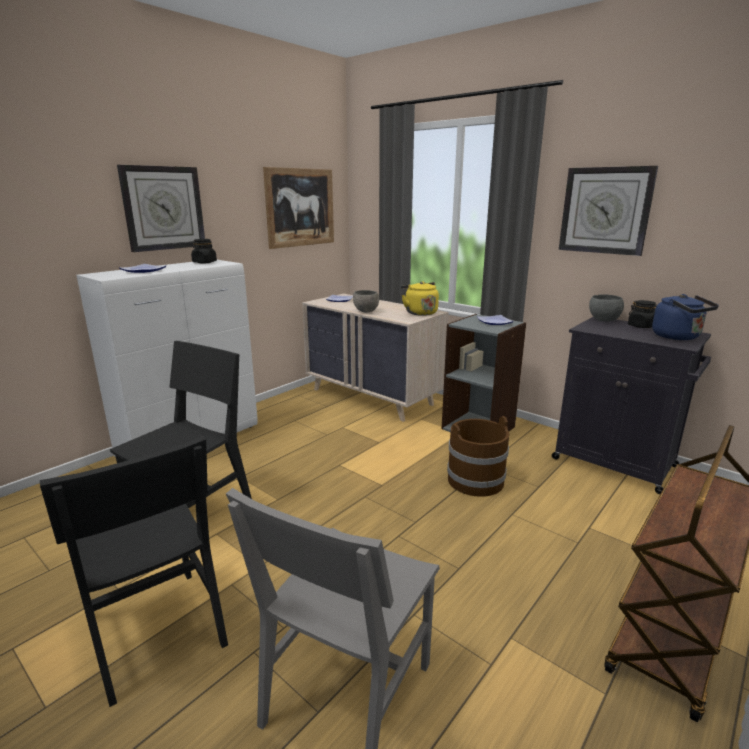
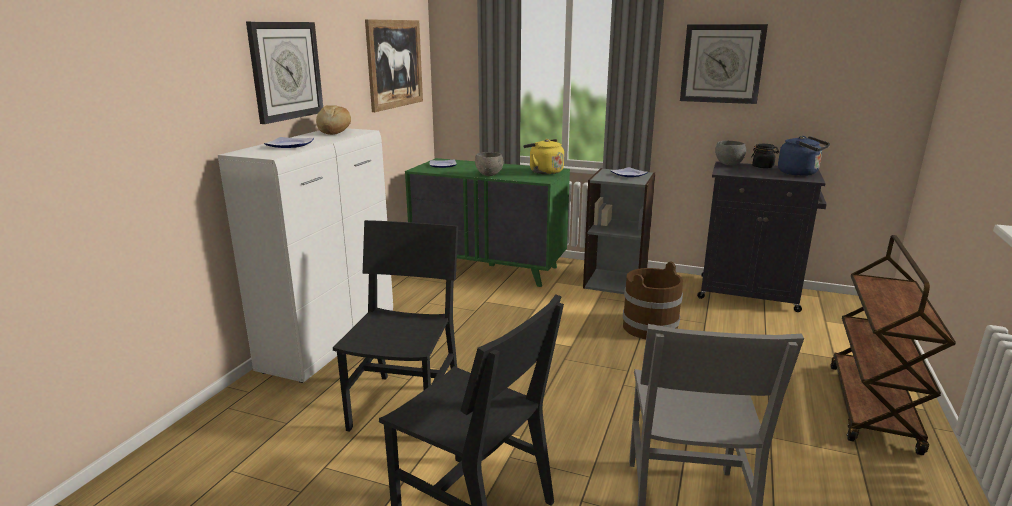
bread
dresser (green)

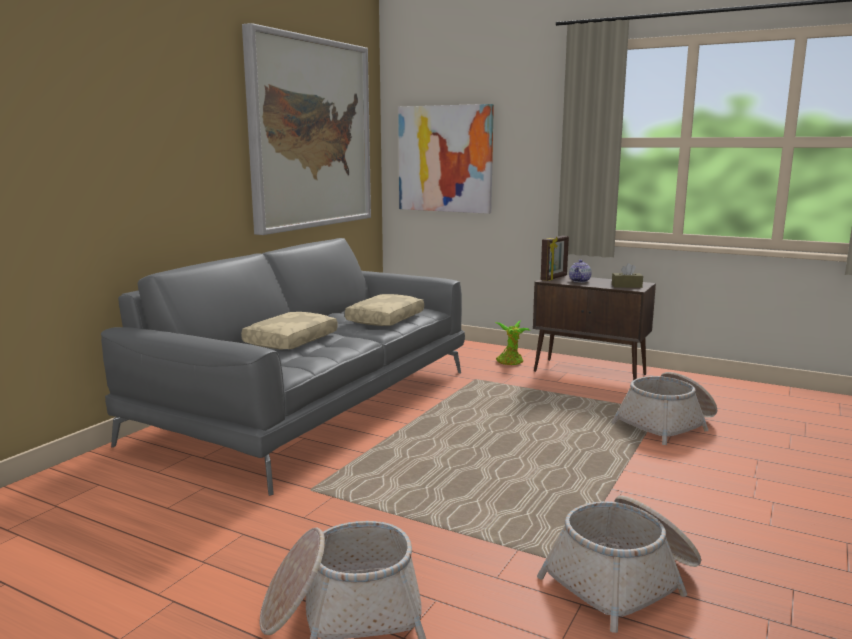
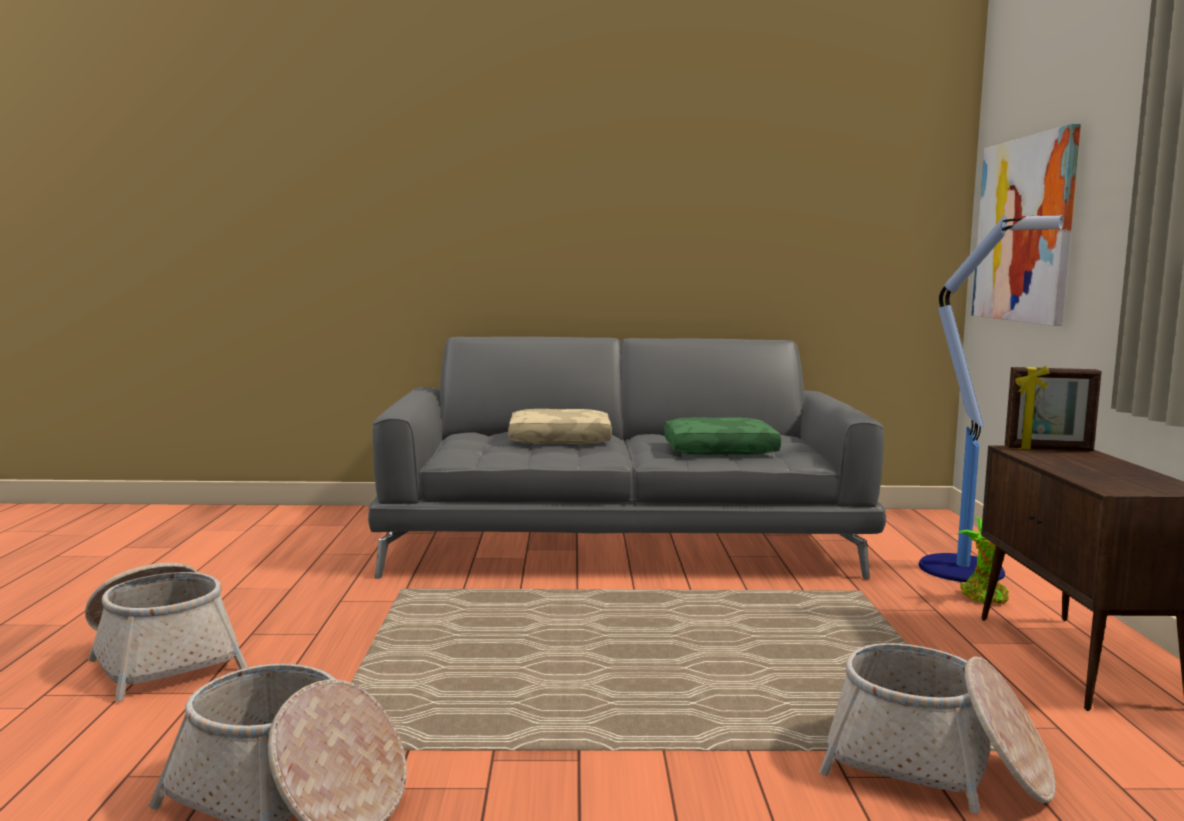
picture (no. 1 from left in the first image)
teapot
tissue box (brown)
floor lamp
pillow (green)

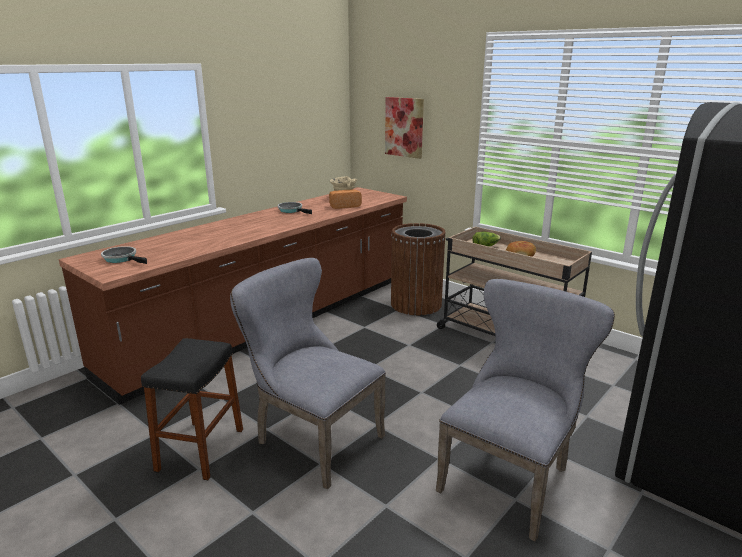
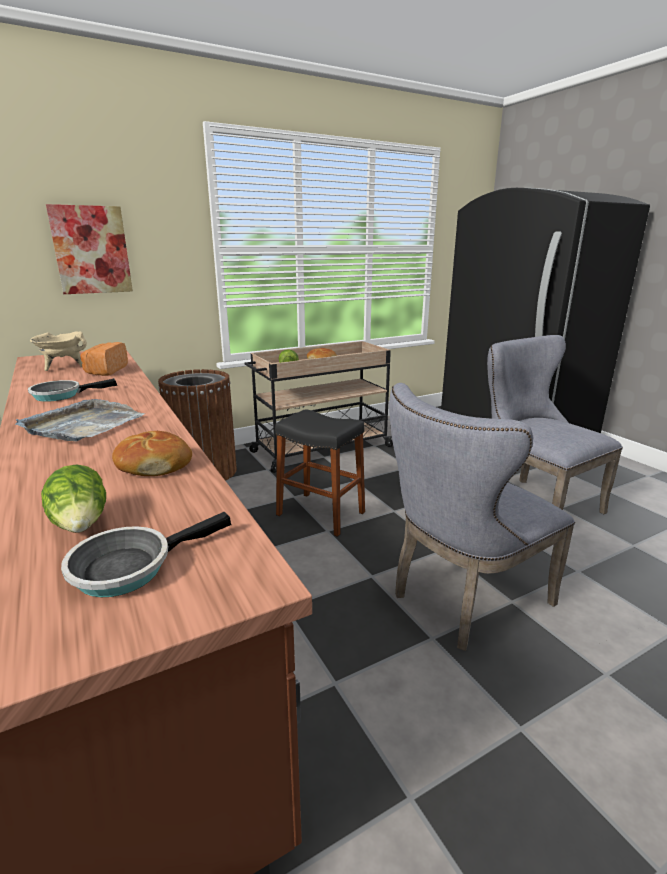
tray (grey)
lettuce (no. 1 from left)
bread (no. 2 from left)
stool (black)

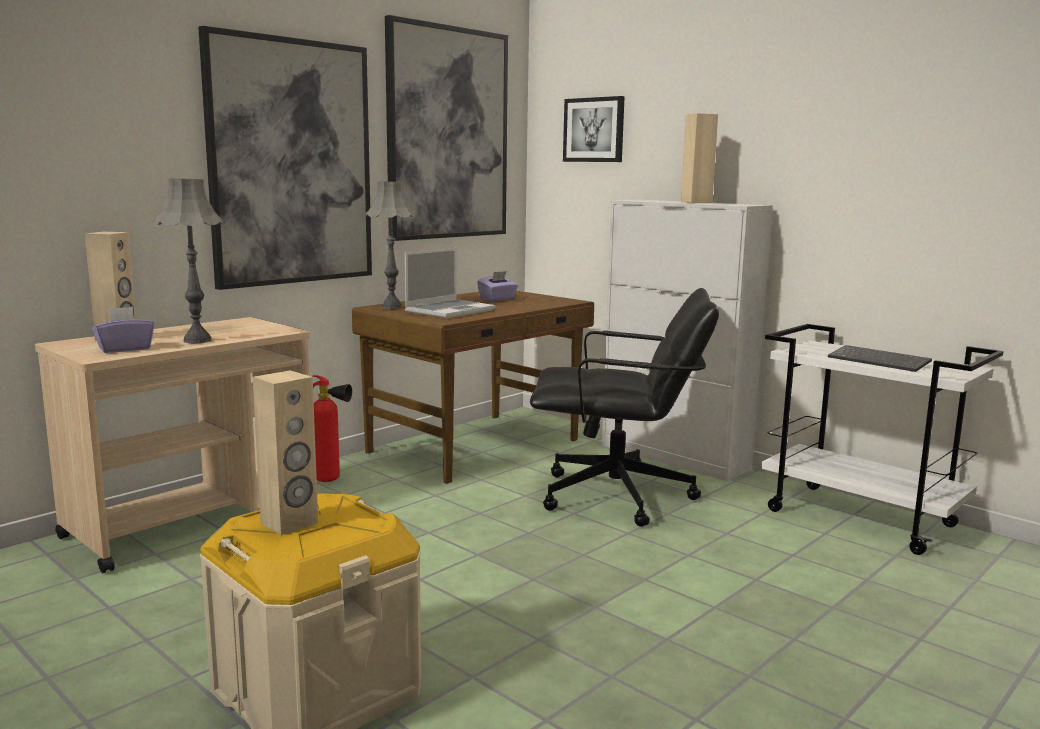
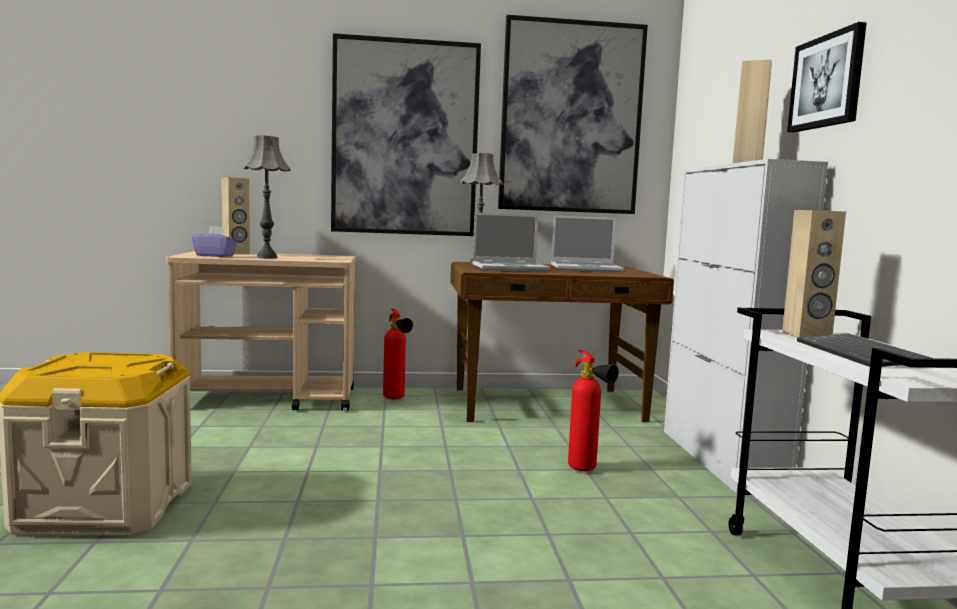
speaker (beige) (no. 3 from left)
picture (no. 3 from left)
laptop (no. 2 from left)
fire extinguisher (no. 2 from left)

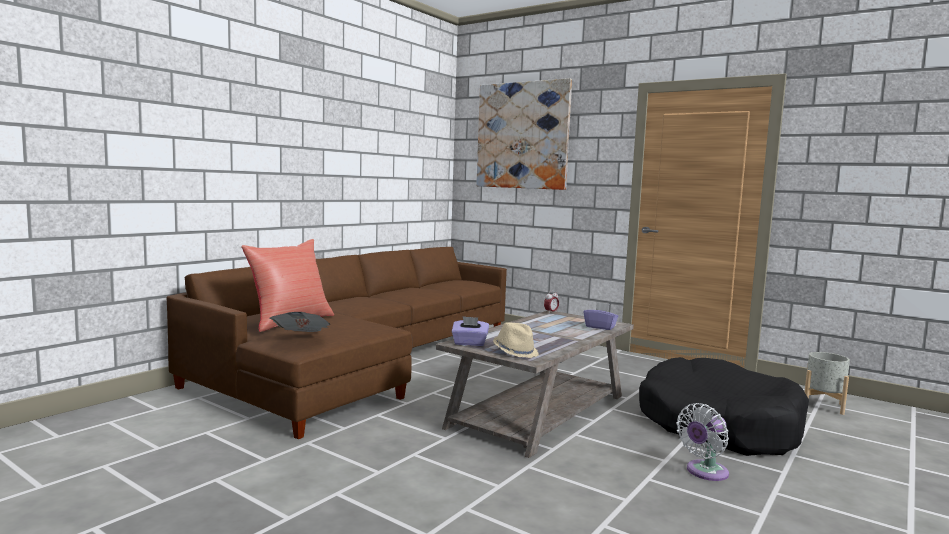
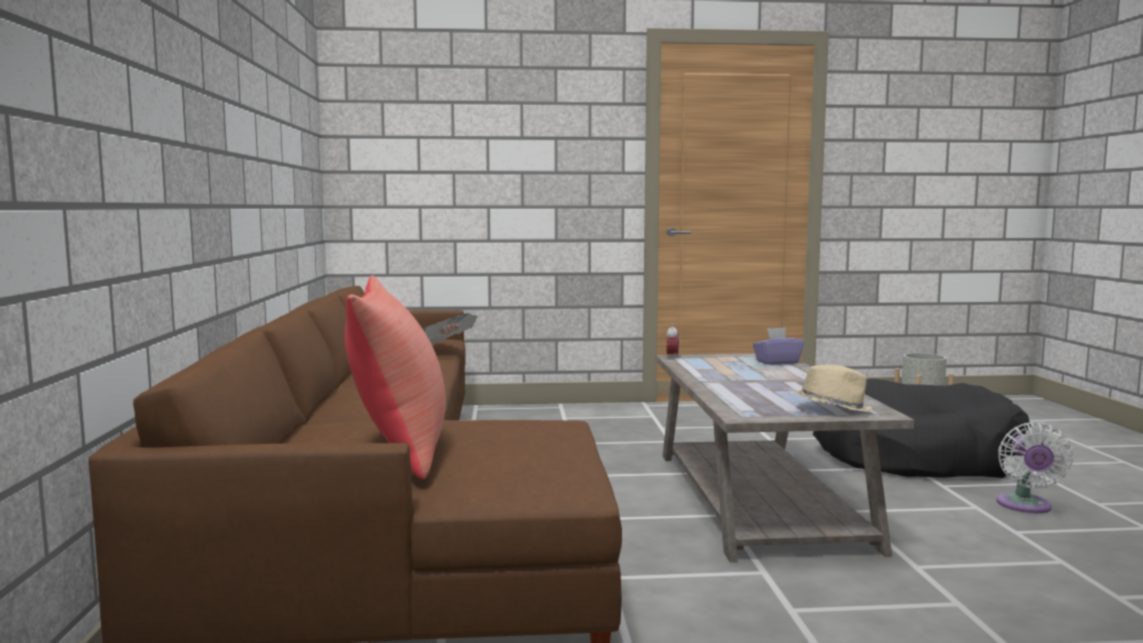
tissue box (purple) (no. 1 from left in the first image)
picture
newspaper

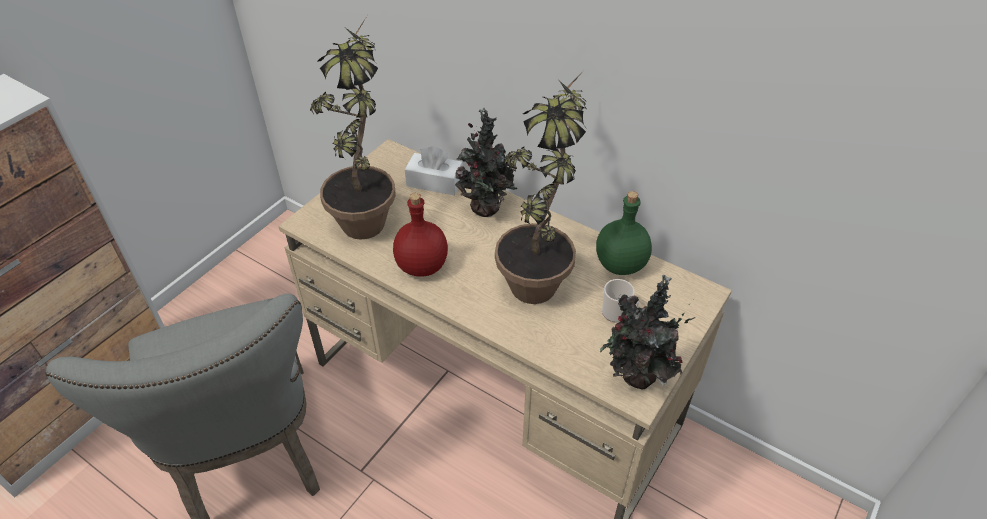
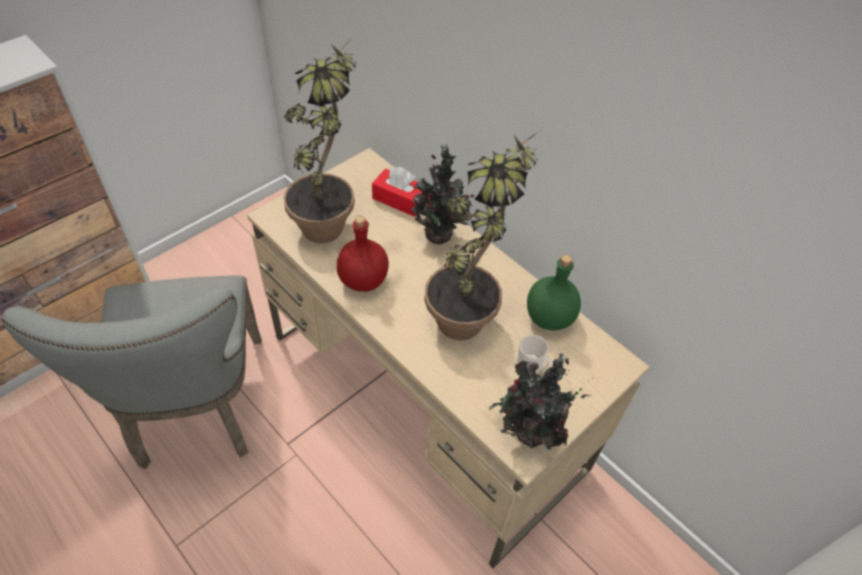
tissue box (red)

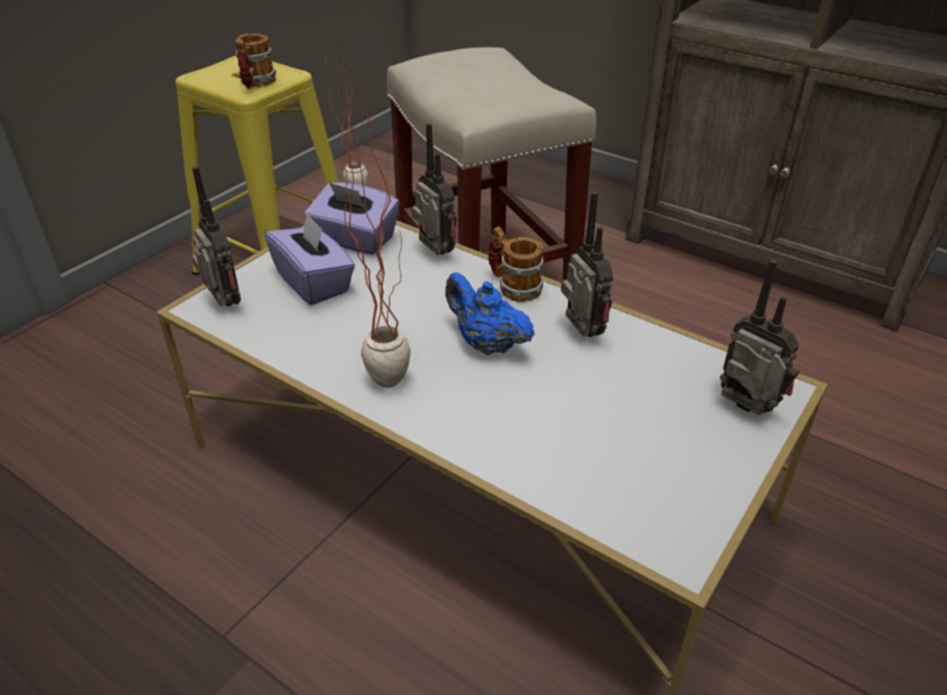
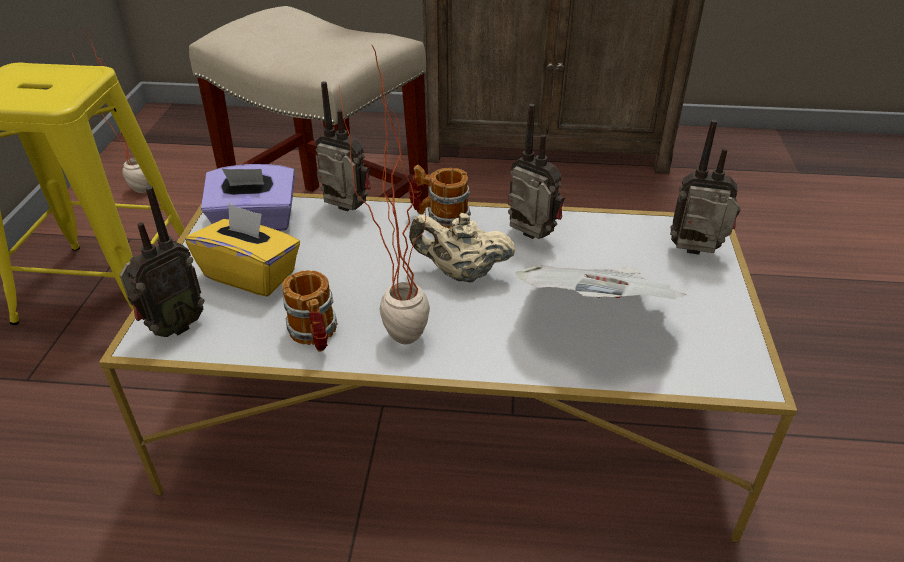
newspaper
mug (no. 1 from left)
tissue box (yellow)
teapot (beige)
radio (no. 1 from left)

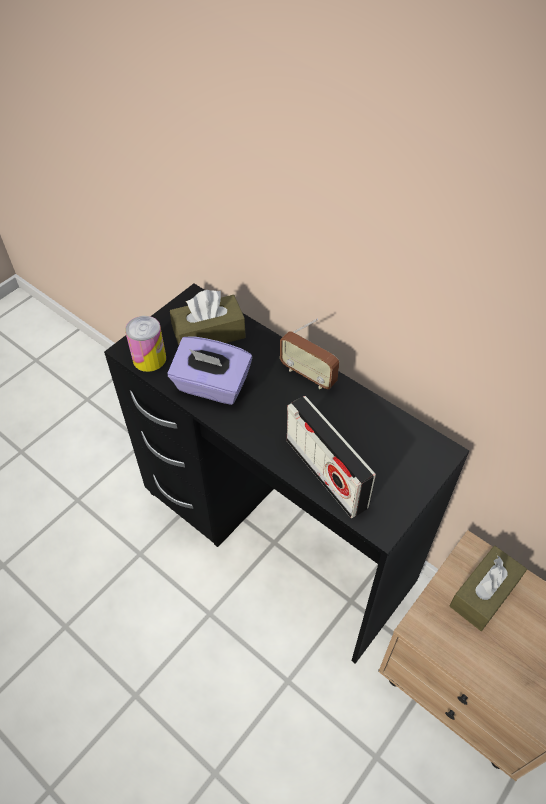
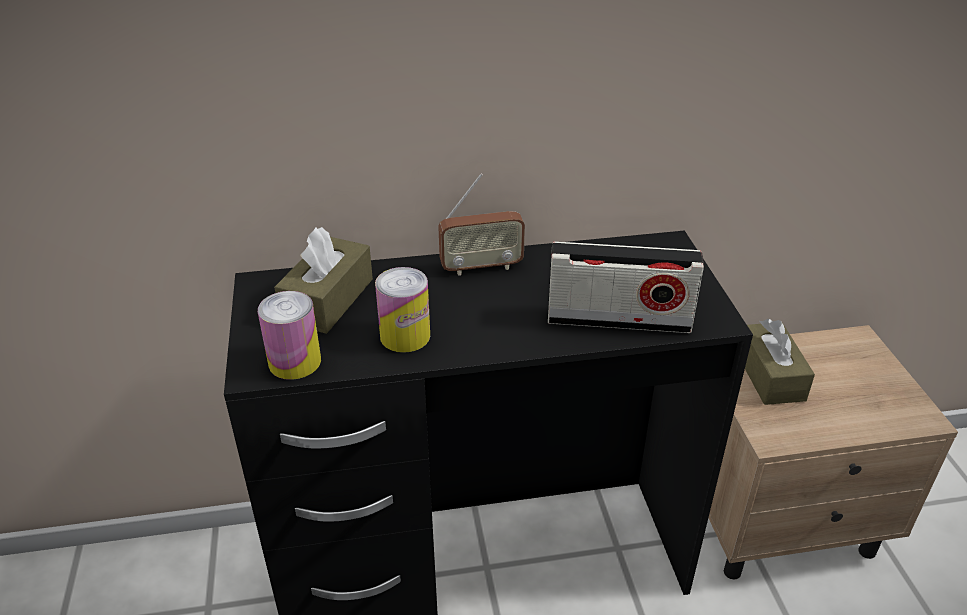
can (no. 2 from left)

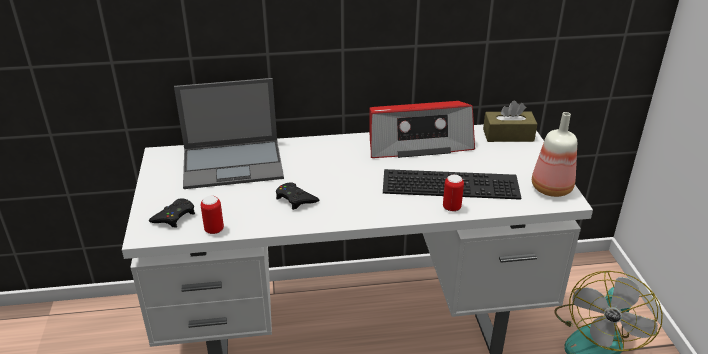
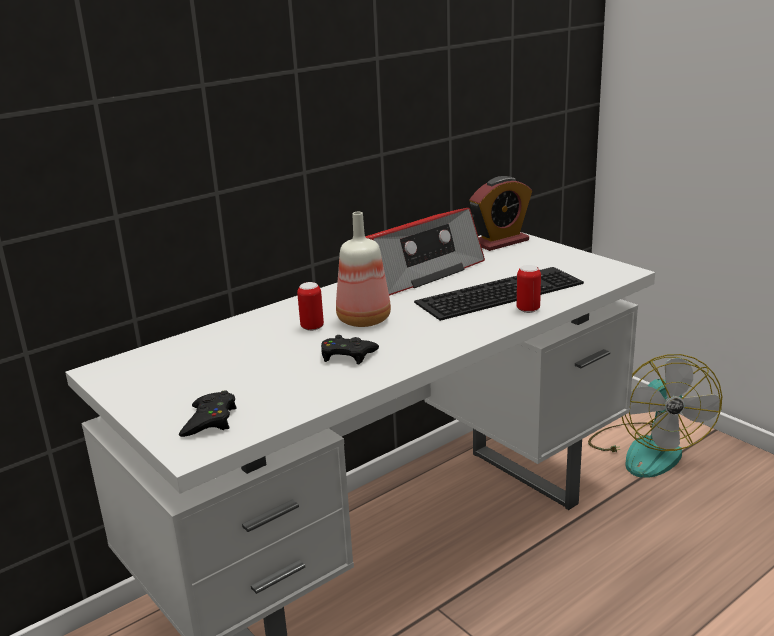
laptop
can (no. 1 from left)
bottle
alarm clock

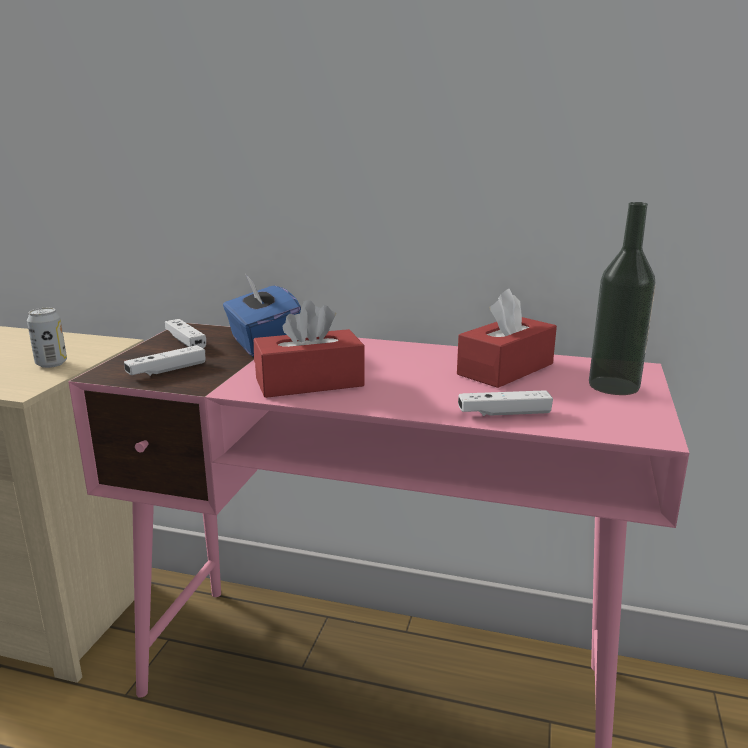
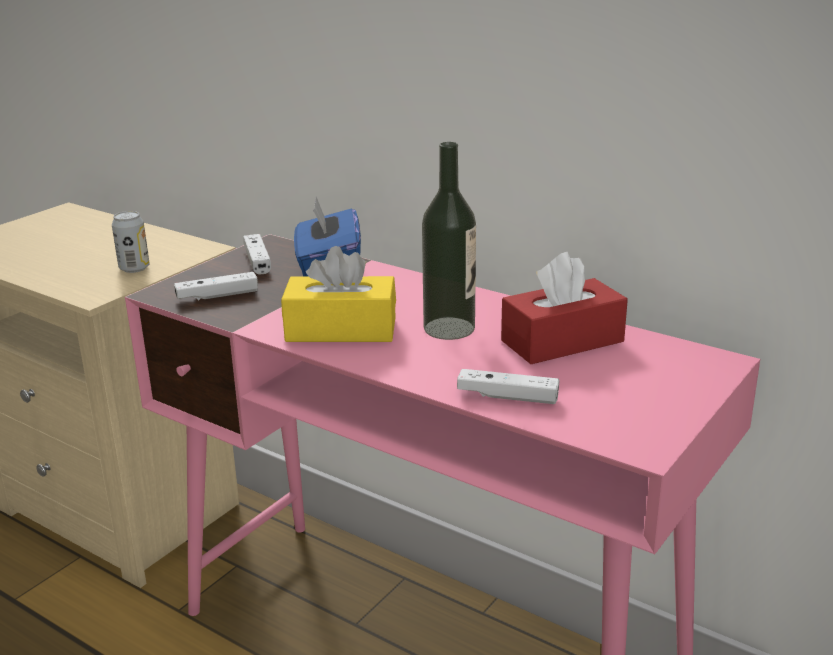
bottle
tissue box (yellow)

